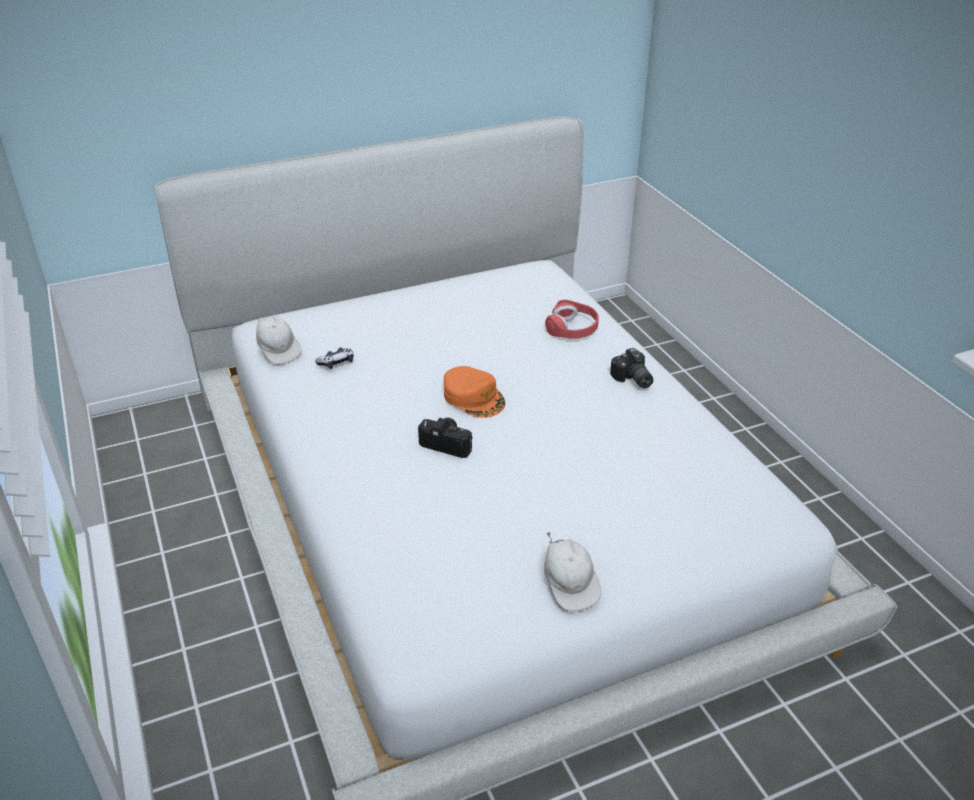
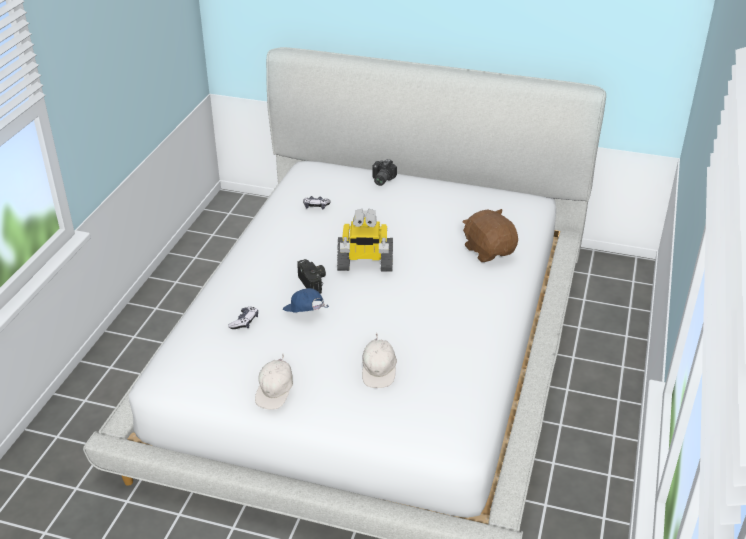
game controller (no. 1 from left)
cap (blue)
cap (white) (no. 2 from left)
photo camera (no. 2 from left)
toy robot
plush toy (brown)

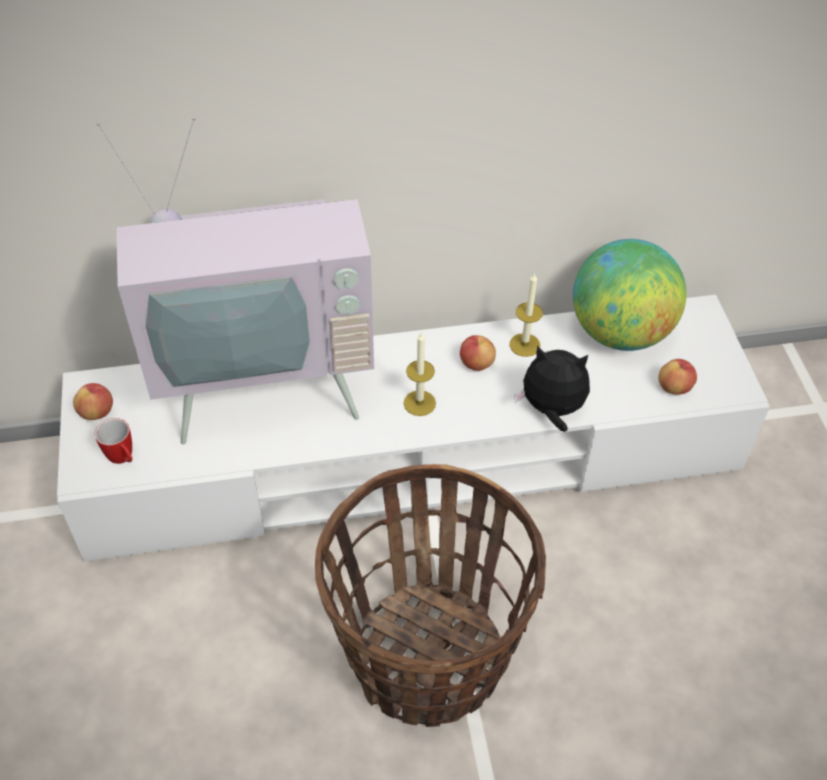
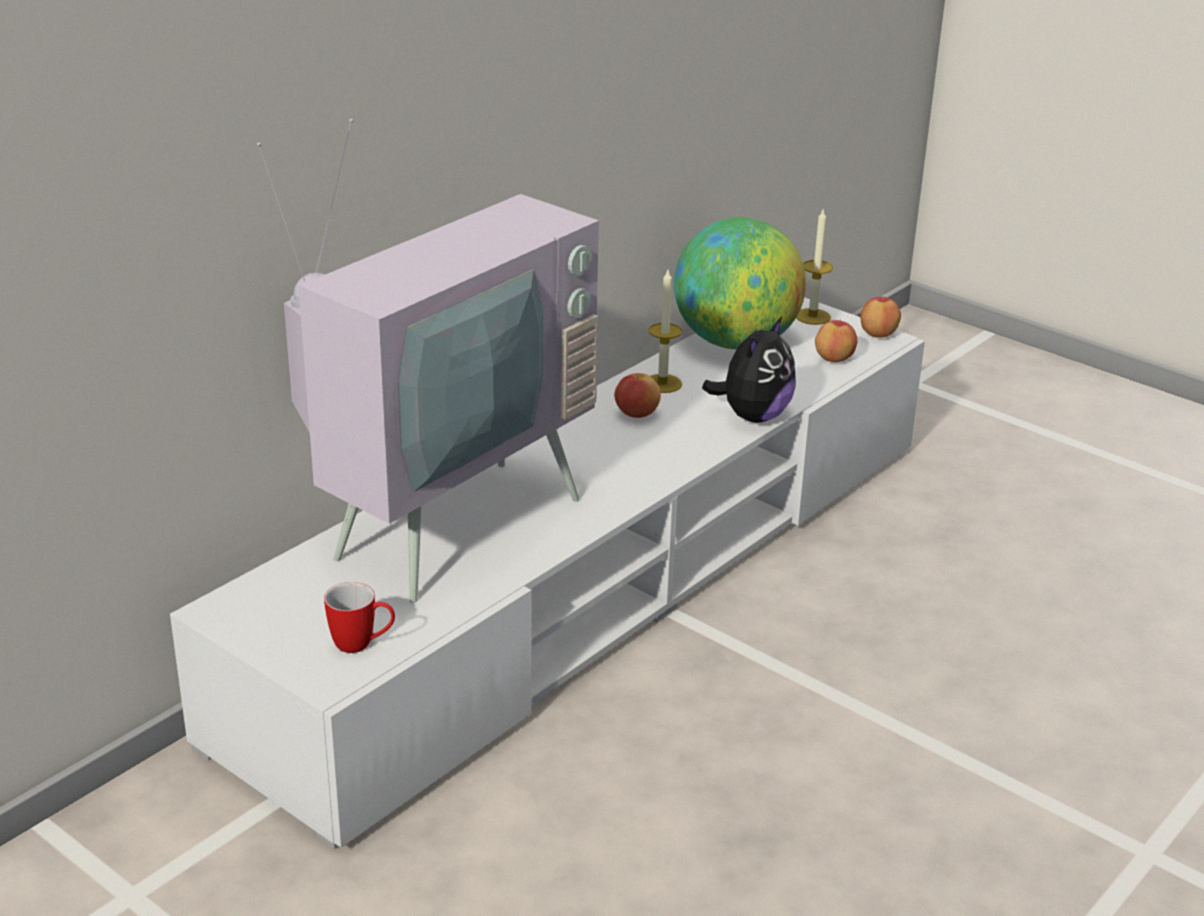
basket
apple (no. 3 from left)
candle (no. 2 from left)
plush toy

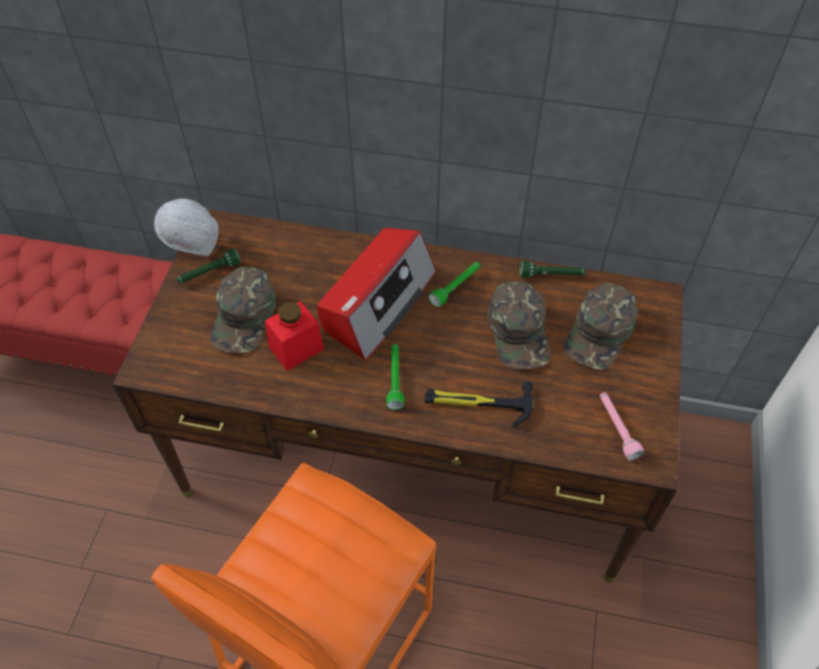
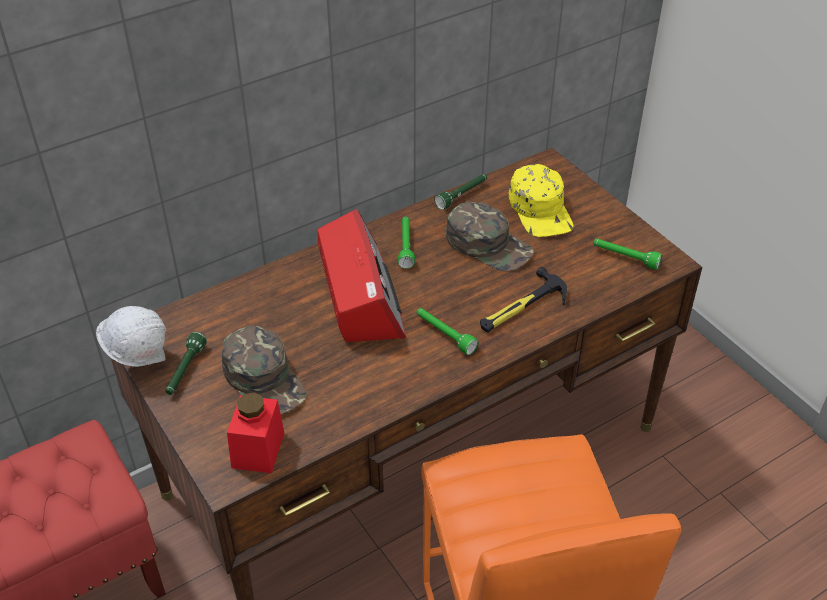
jar (red)
cap (yellow)
flashlight (green) (no. 5 from left)

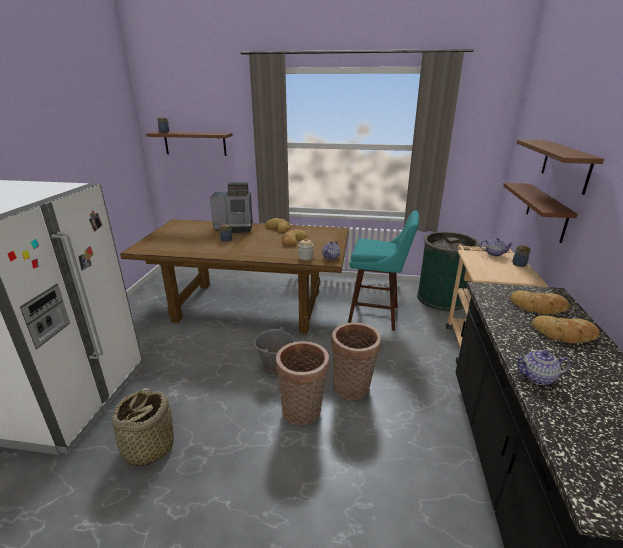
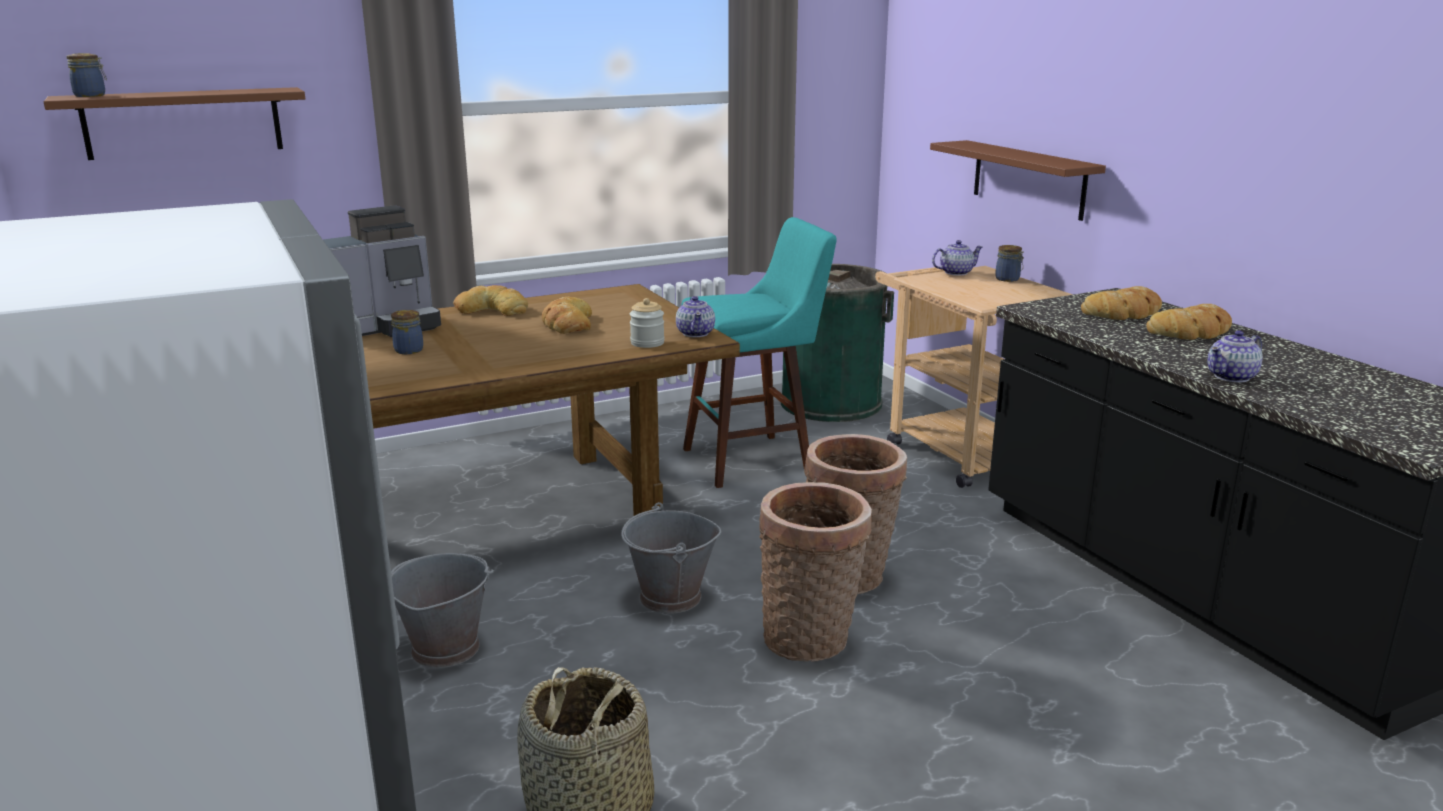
shelf (brown) (no. 3 from left in the first image)
bucket (grey) (no. 1 from left)

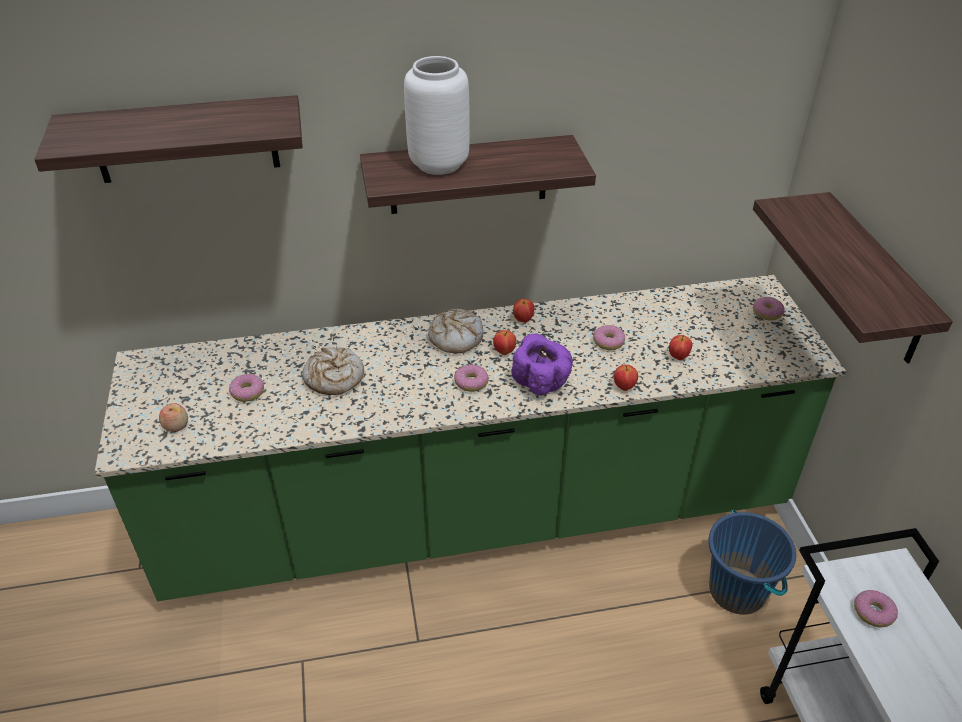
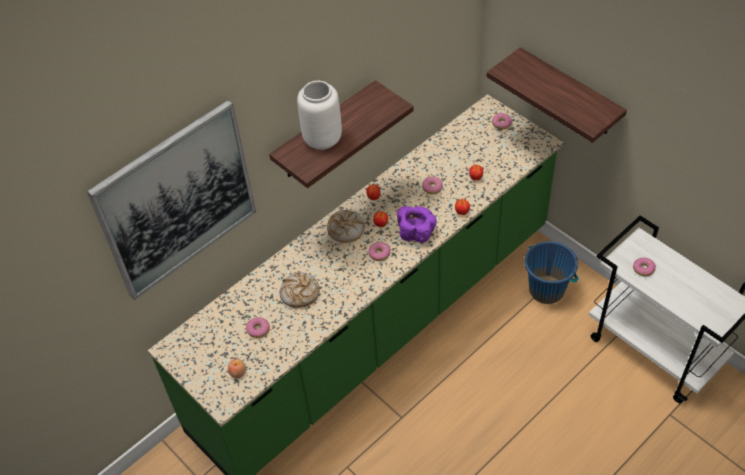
picture

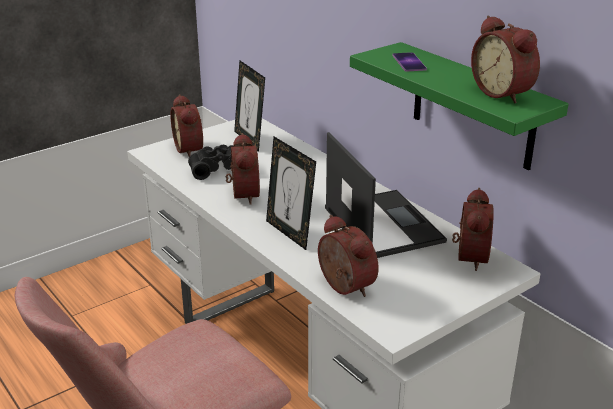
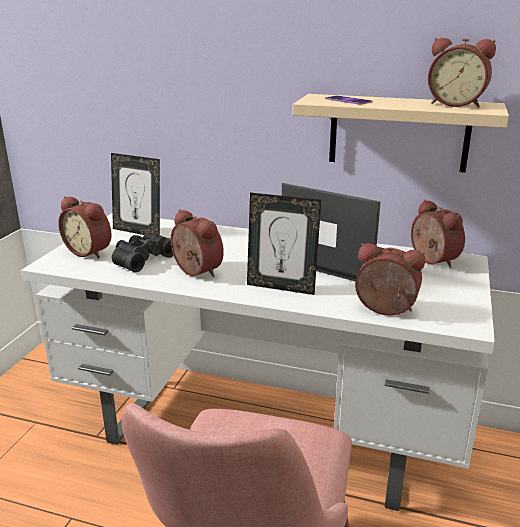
shelf (beige)

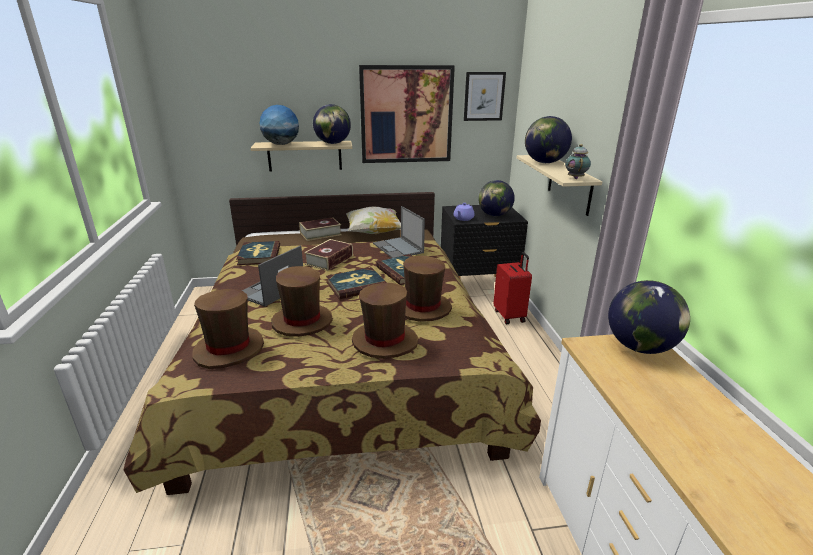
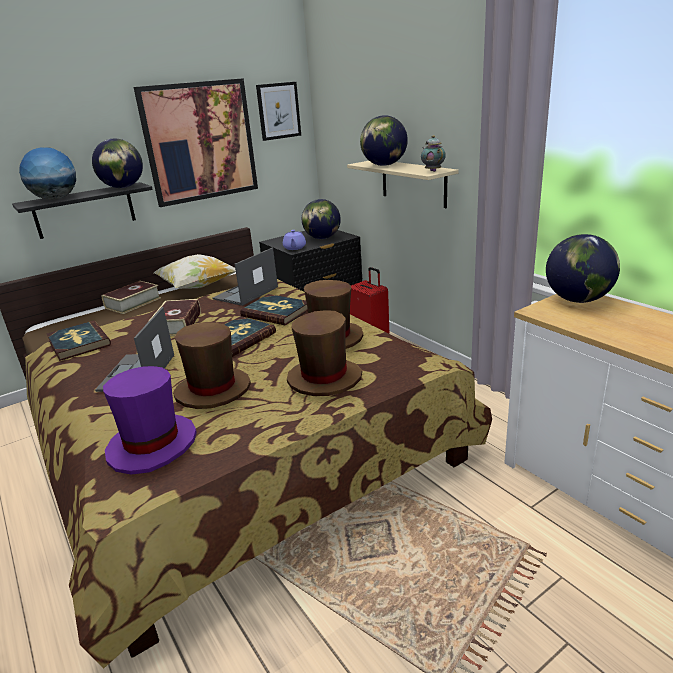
hat (purple)
shelf (black)
laptop (no. 2 from left)

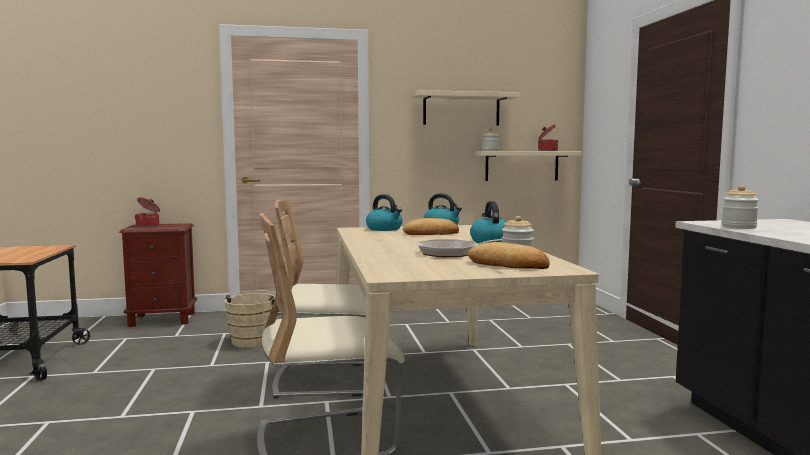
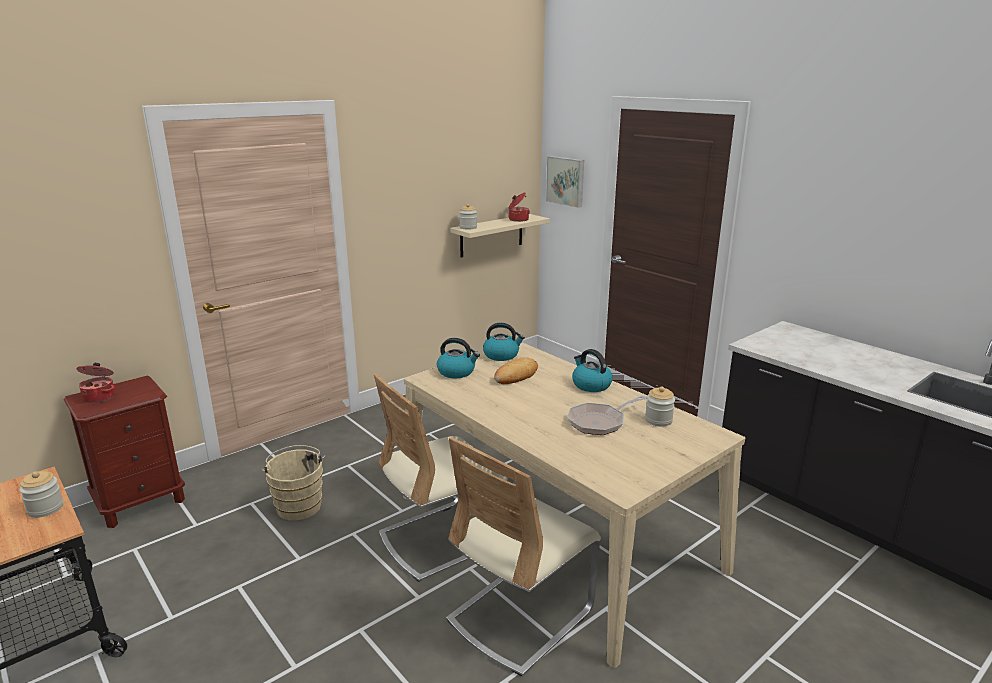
shelf (beige) (no. 1 from left in the first image)
bread (no. 2 from left in the first image)
picture
jar (no. 1 from left)

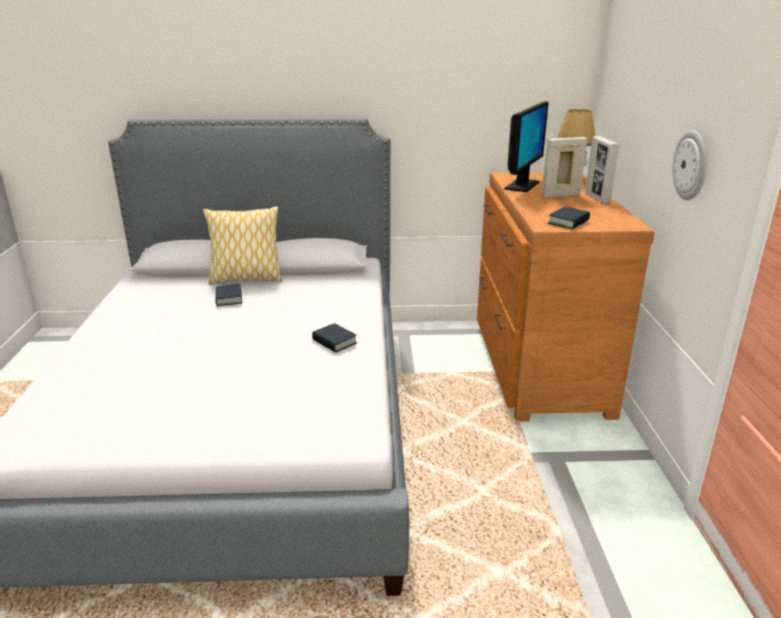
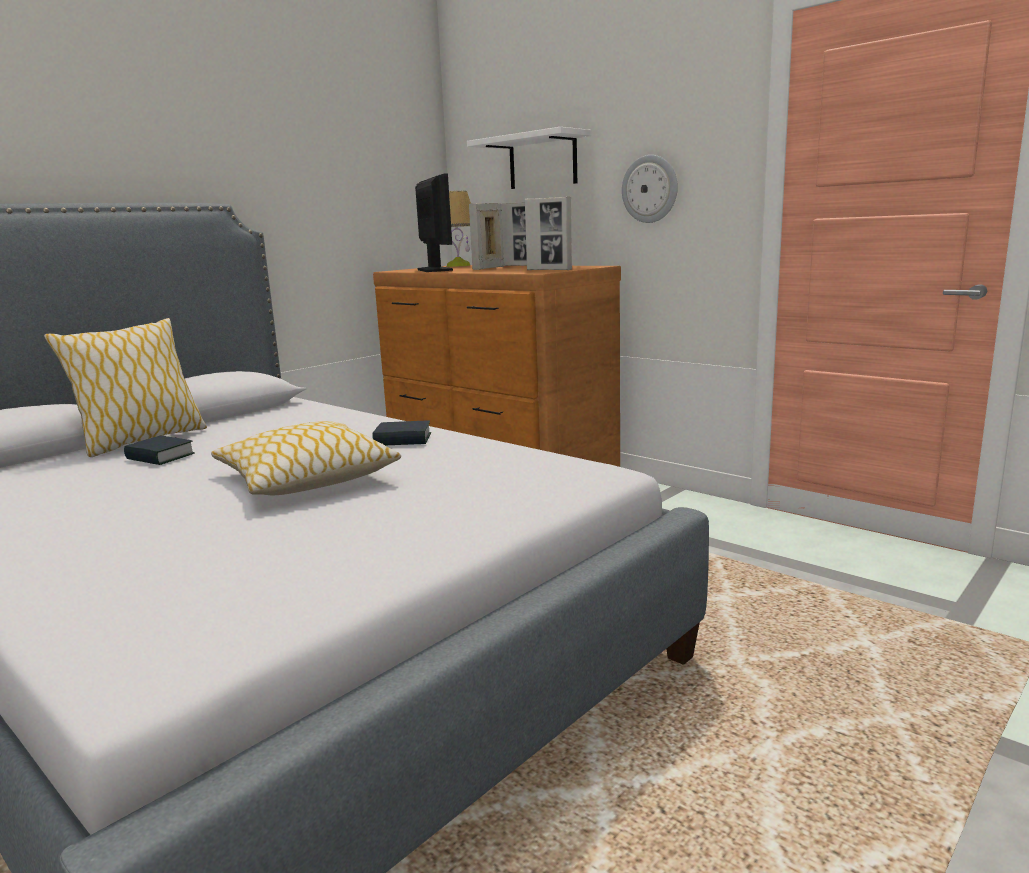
pillow (no. 2 from left)
shelf (white)
picture frame (no. 3 from left)

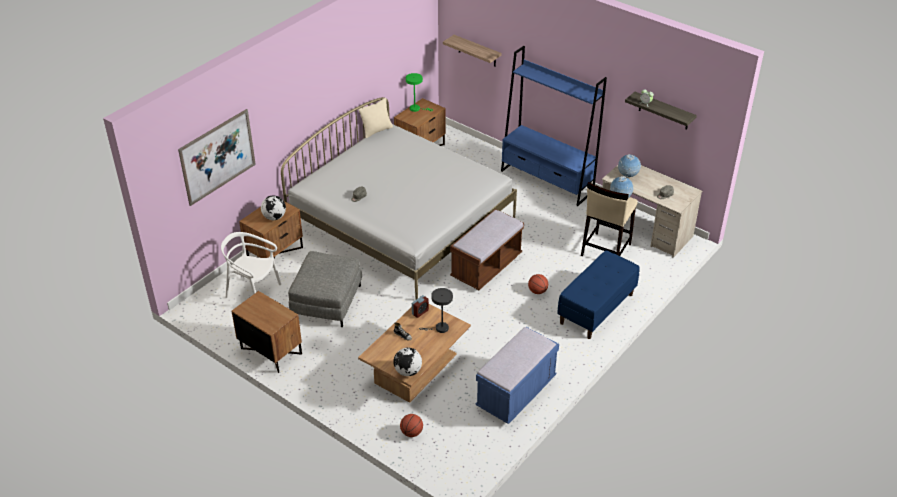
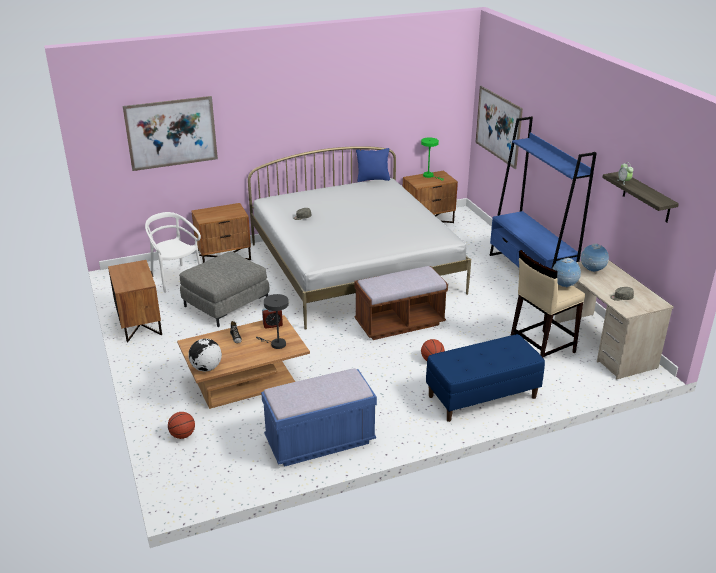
globe (no. 1 from left in the first image)
picture (no. 2 from left)
pillow (blue)

